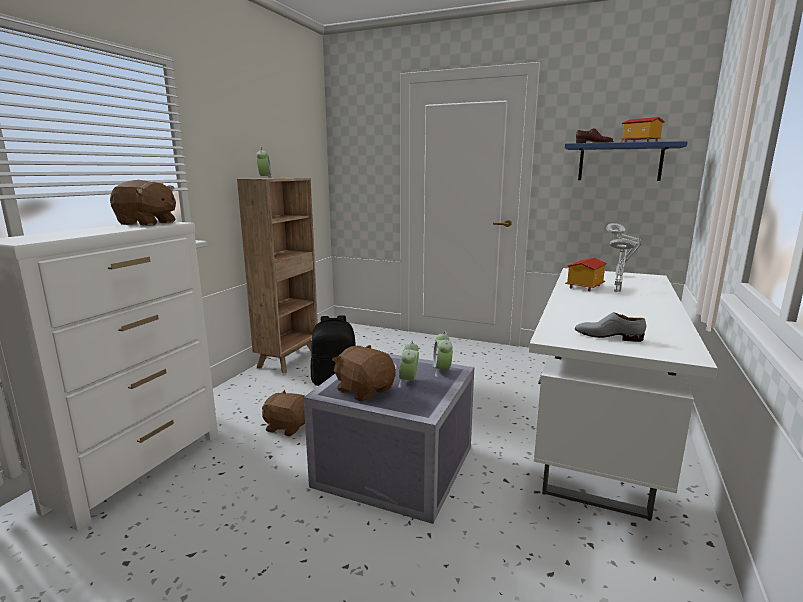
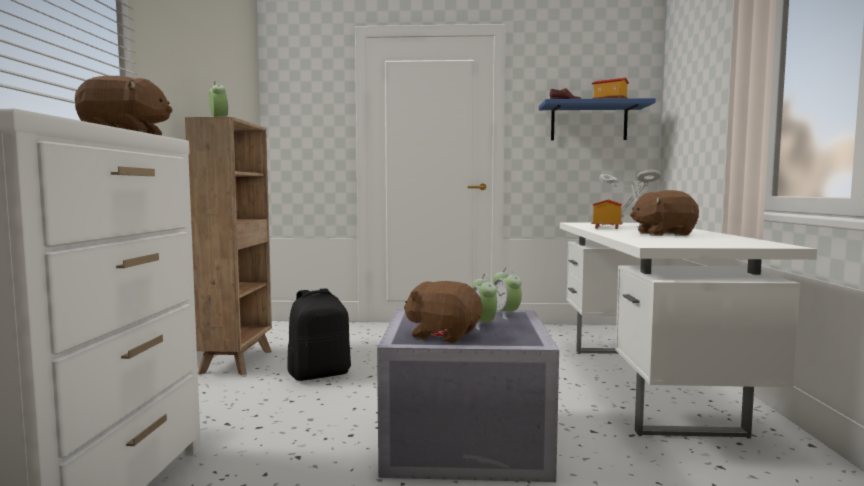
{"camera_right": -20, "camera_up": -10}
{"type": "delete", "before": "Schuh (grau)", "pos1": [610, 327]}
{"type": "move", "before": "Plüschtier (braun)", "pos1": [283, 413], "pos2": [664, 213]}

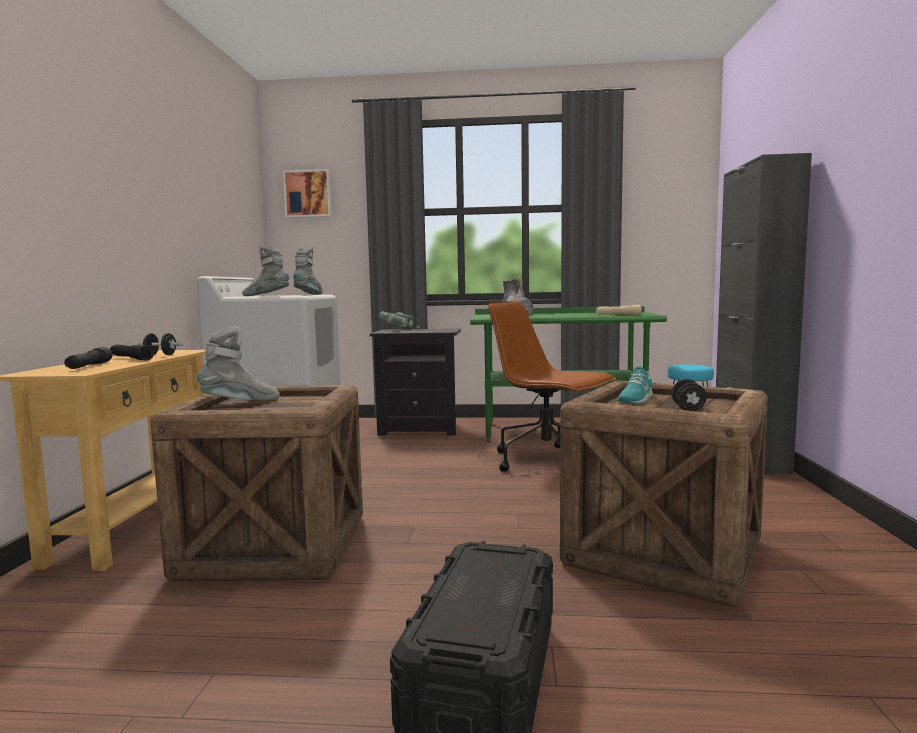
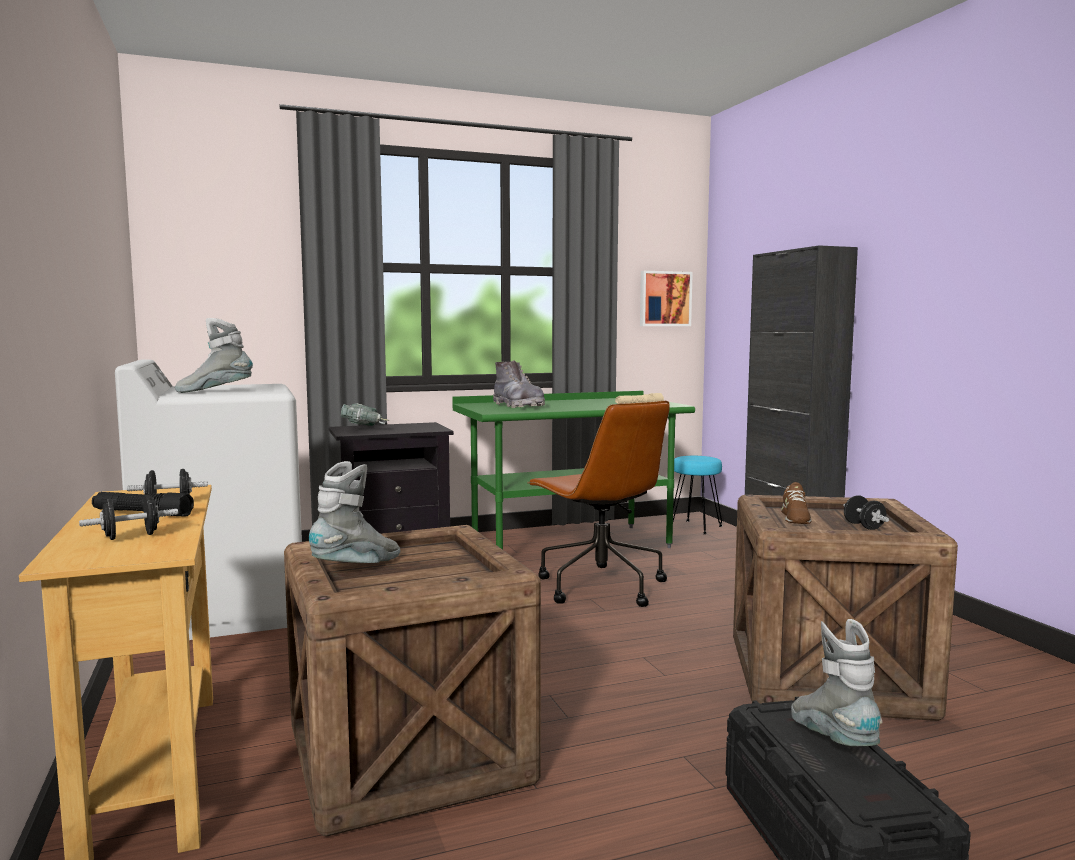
{"camera_right": -25, "camera_up": 0}
{"type": "move", "before": "Bild", "pos1": [307, 193], "pos2": [666, 298]}
{"type": "move", "before": "Stiefel (grau)", "pos1": [308, 271], "pos2": [836, 682]}
{"type": "replace", "before": "Taschenlampe (schwarz)", "after": "Hantel (schwarz)", "pos1": [88, 358], "pos2": [128, 517]}
{"type": "recolor", "before": "Schuh (türkis)", "after": "Schuh (braun)", "pos1": [635, 385], "pos2": [796, 503]}
{"type": "rotate", "before": "Bürostuhl (braun)", "pos1": [552, 386], "pos2": [598, 504], "turn": -135}

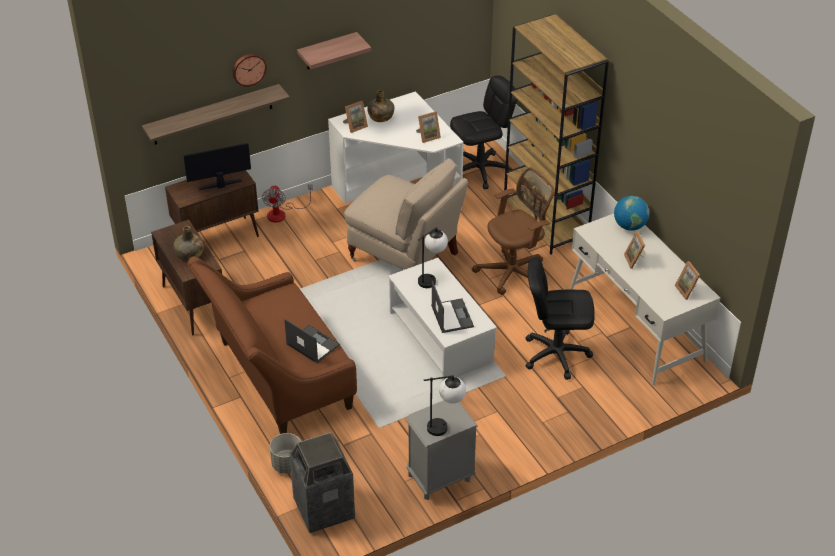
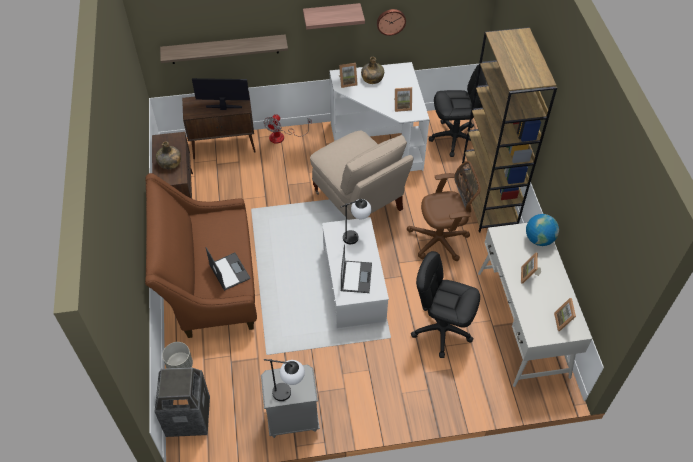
{"camera_right": 20, "camera_up": 10}
{"type": "move", "before": "Wanduhr", "pos1": [249, 70], "pos2": [391, 22]}

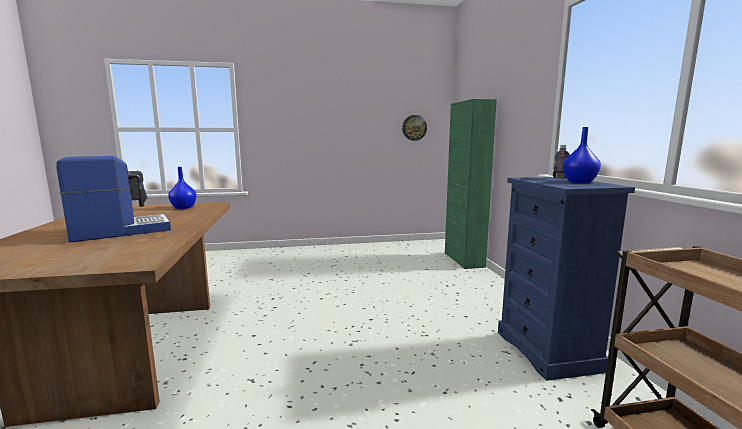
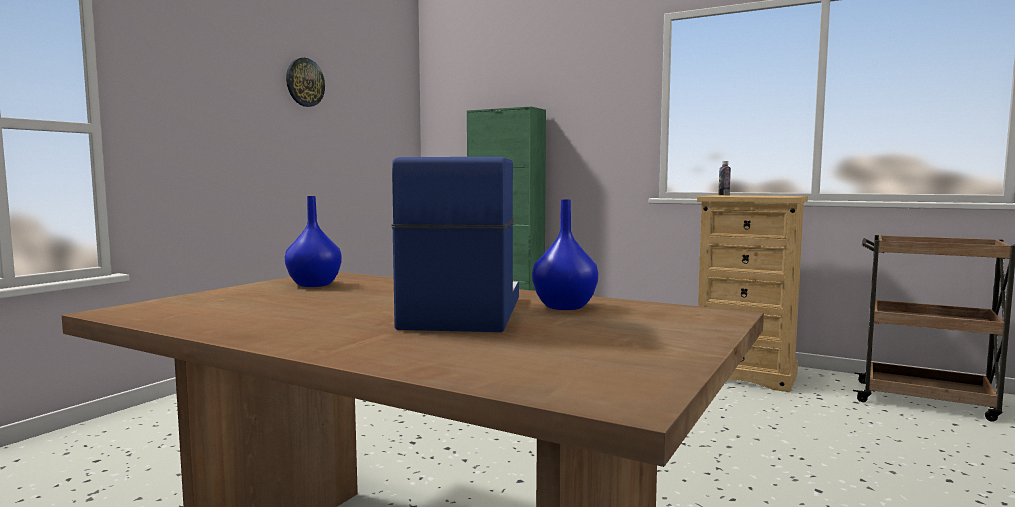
{"camera_right": -50, "camera_up": -5}
{"type": "move", "before": "Wanduhr", "pos1": [414, 128], "pos2": [305, 82]}
{"type": "move", "before": "Vase (blau)", "pos1": [582, 155], "pos2": [565, 254]}
{"type": "recolor", "before": "Kommode (blau)", "after": "Kommode (beige)", "pos1": [566, 279], "pos2": [752, 293]}

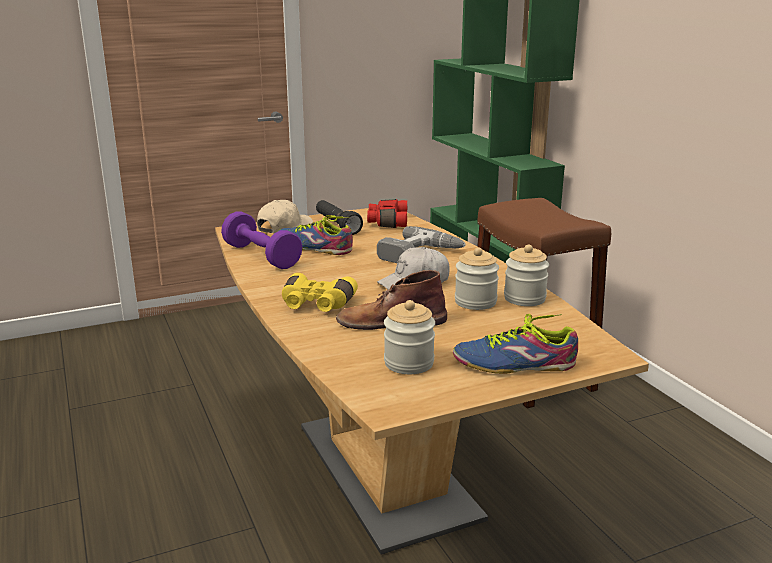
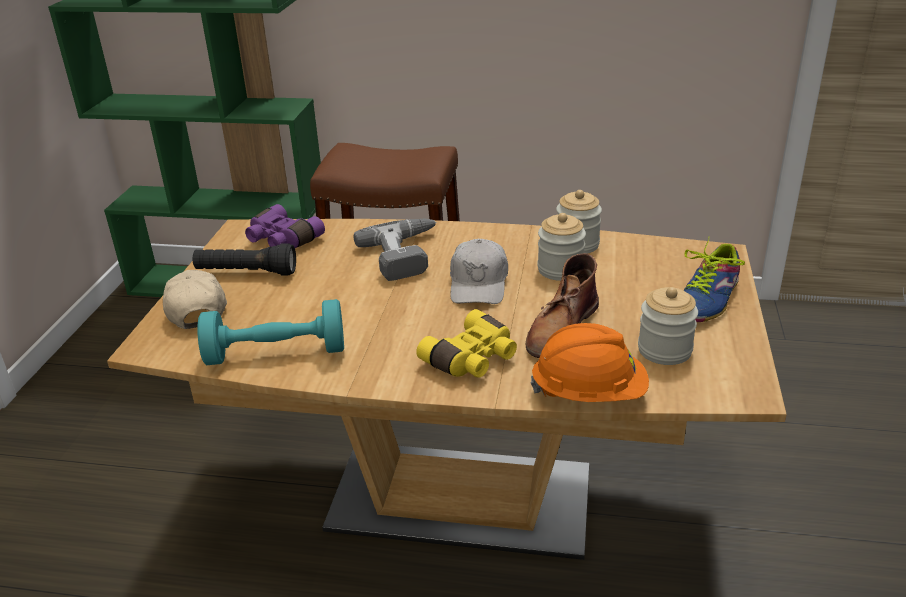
{"camera_right": -55, "camera_up": 10}
{"type": "delete", "before": "Schuh", "pos1": [315, 235]}
{"type": "insert", "after": "Schutzhelm (orange)", "pos2": [589, 362]}
{"type": "recolor", "before": "Hantel (lila)", "after": "Hantel (türkis)", "pos1": [261, 240], "pos2": [270, 332]}
{"type": "recolor", "before": "Fernglas (rot)", "after": "Fernglas (lila)", "pos1": [387, 213], "pos2": [285, 226]}

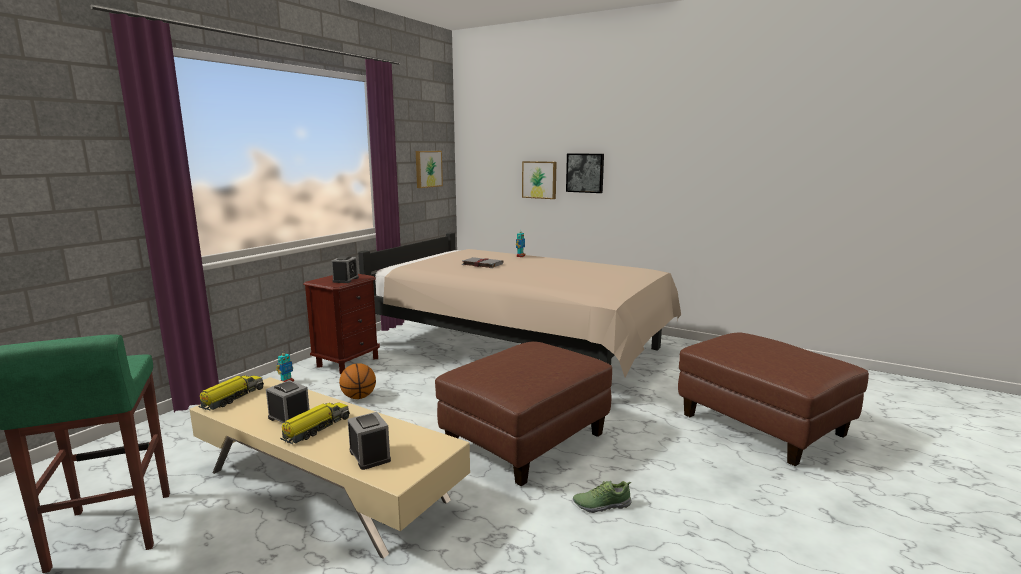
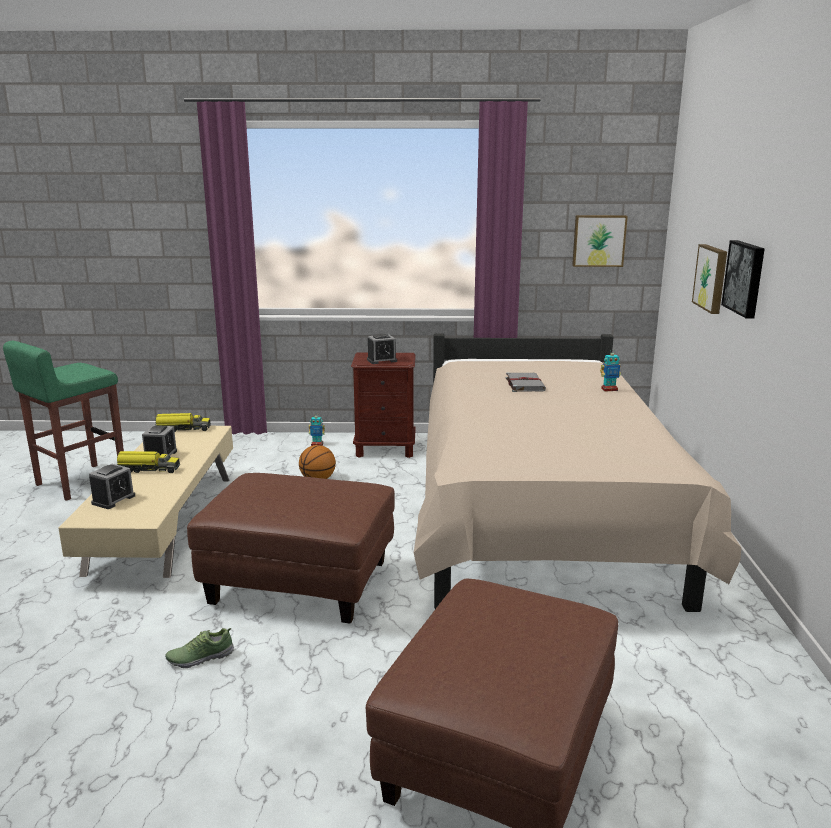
{"camera_right": 60, "camera_up": 5}
{"type": "rotate", "before": "Schuh", "pos1": [602, 497], "pos2": [199, 648], "turn": -75}

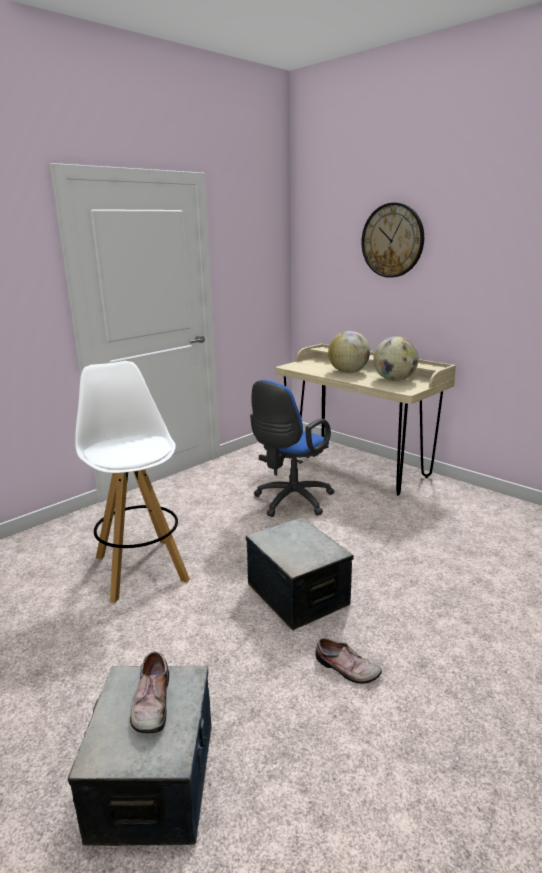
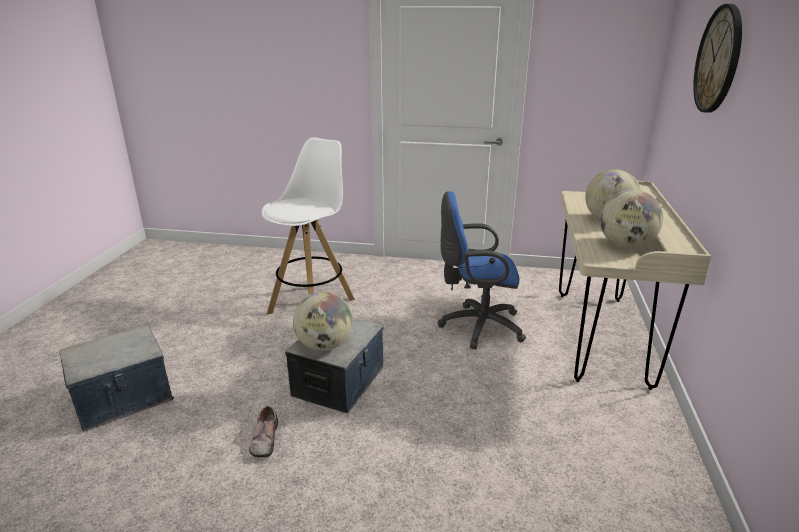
{"camera_right": 55, "camera_up": 5}
{"type": "delete", "before": "Schuh", "pos1": [149, 692]}
{"type": "insert", "after": "Globus", "pos2": [322, 321]}

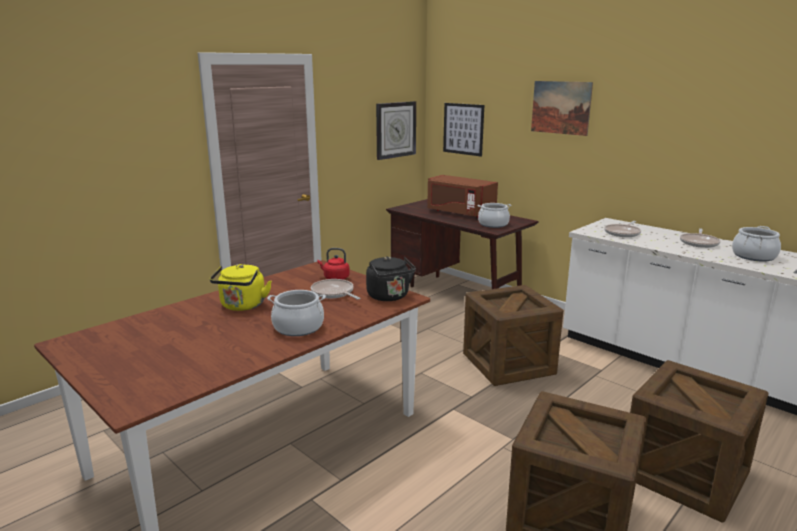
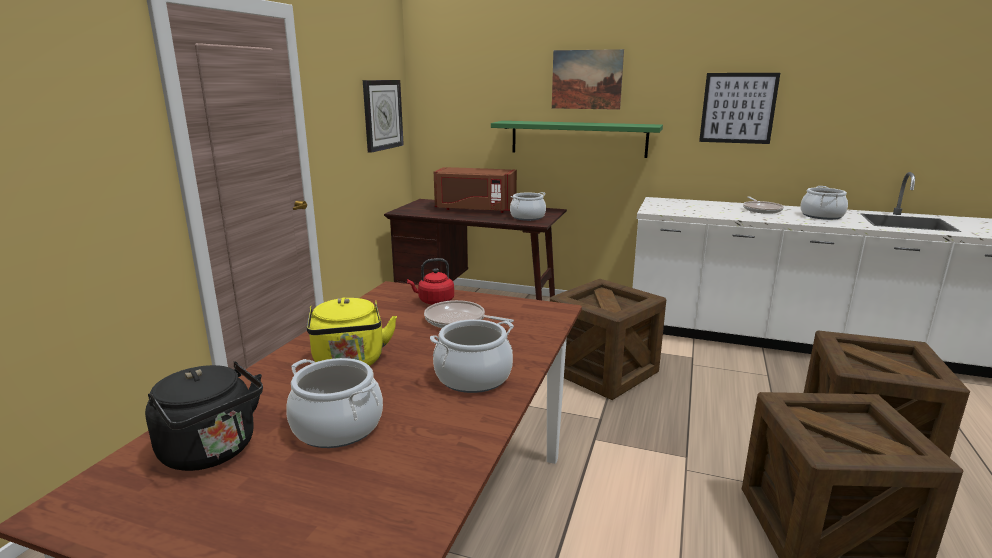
{"camera_right": -25, "camera_up": 0}
{"type": "delete", "before": "Pfanne", "pos1": [622, 229]}
{"type": "insert", "after": "Kochtopf", "pos2": [334, 403]}
{"type": "insert", "after": "Wandregal (grün)", "pos2": [577, 139]}
{"type": "move", "before": "Wasserkessel (schwarz)", "pos1": [391, 278], "pos2": [204, 416]}
{"type": "move", "before": "Bild", "pos1": [463, 130], "pos2": [739, 108]}

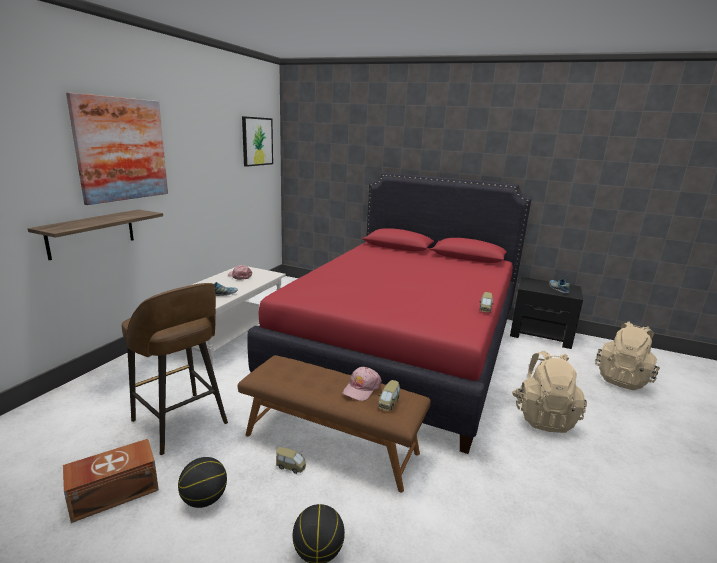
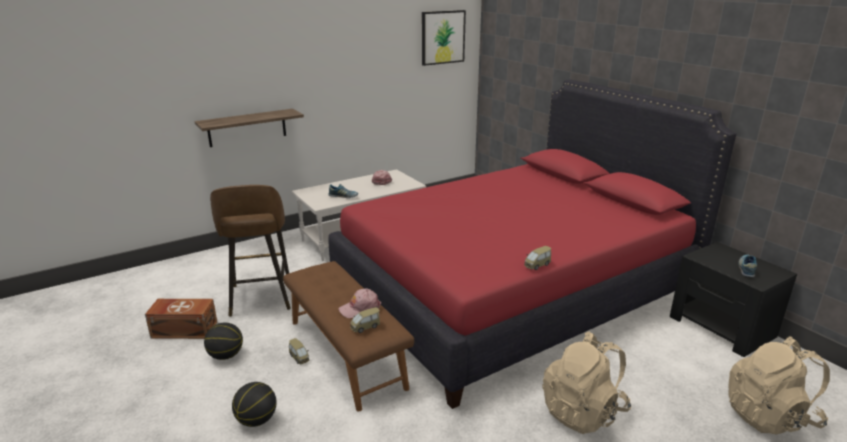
{"camera_right": 35, "camera_up": 5}
{"type": "delete", "before": "Bild", "pos1": [117, 149]}

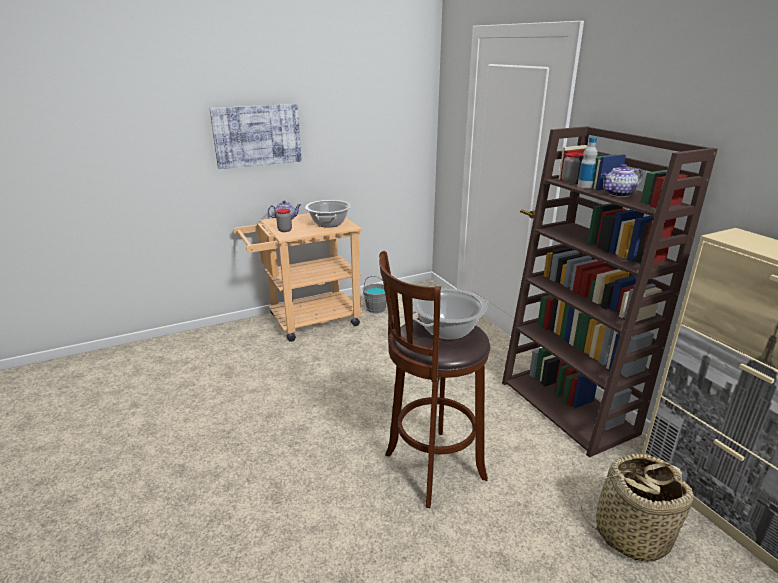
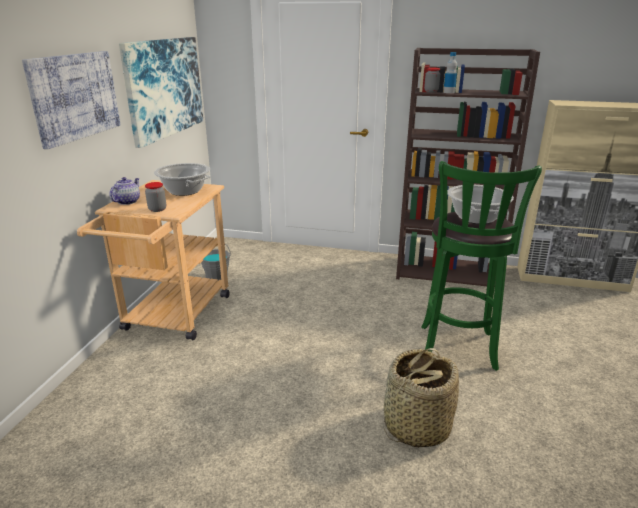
{"camera_right": -50, "camera_up": 0}
{"type": "delete", "before": "Teekanne", "pos1": [622, 180]}
{"type": "insert", "after": "Bild", "pos2": [161, 92]}
{"type": "move", "before": "Korb", "pos1": [637, 508], "pos2": [421, 398]}
{"type": "recolor", "before": "Hocker (braun)", "after": "Hocker (grün)", "pos1": [434, 379], "pos2": [481, 266]}

